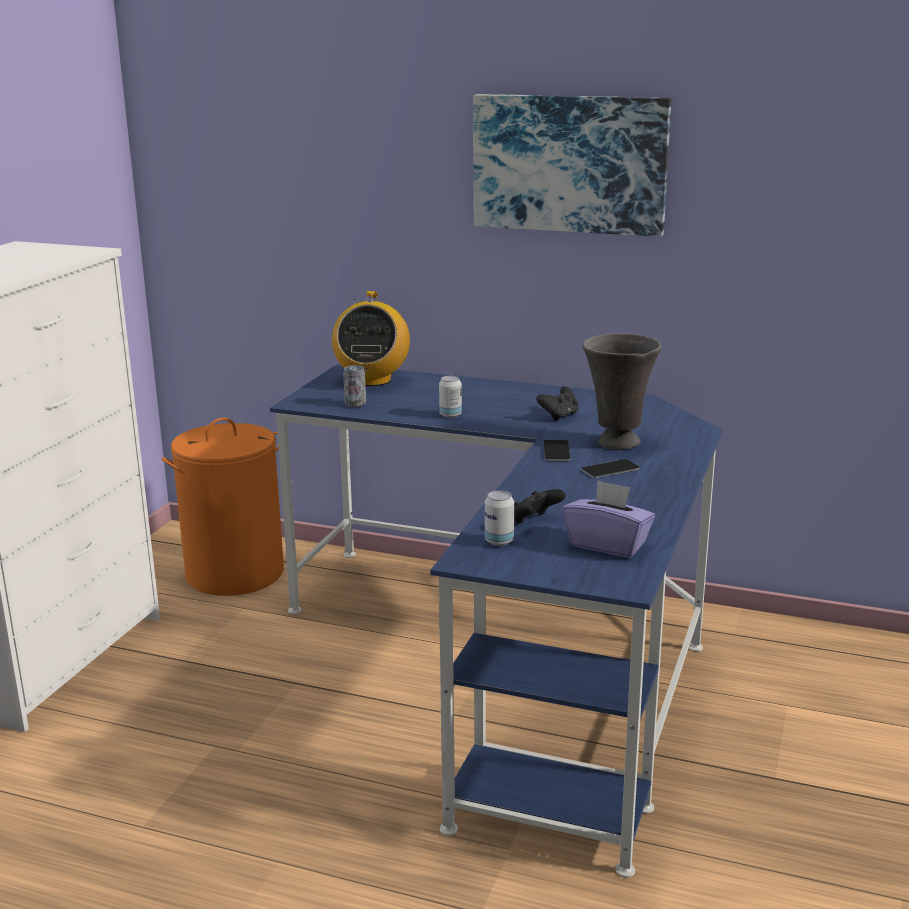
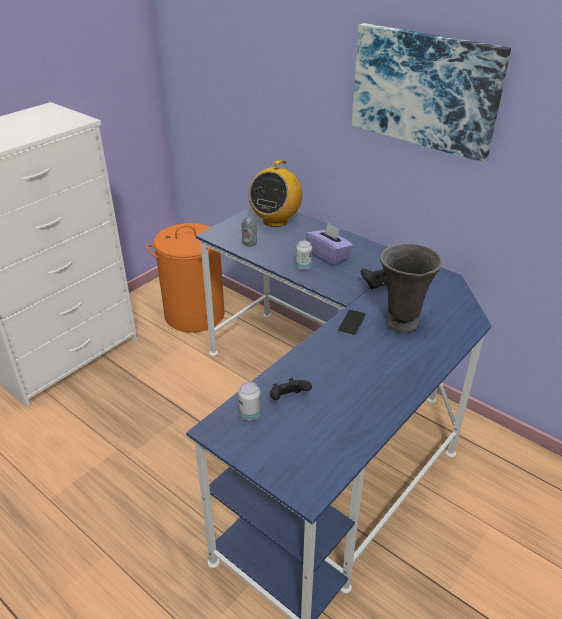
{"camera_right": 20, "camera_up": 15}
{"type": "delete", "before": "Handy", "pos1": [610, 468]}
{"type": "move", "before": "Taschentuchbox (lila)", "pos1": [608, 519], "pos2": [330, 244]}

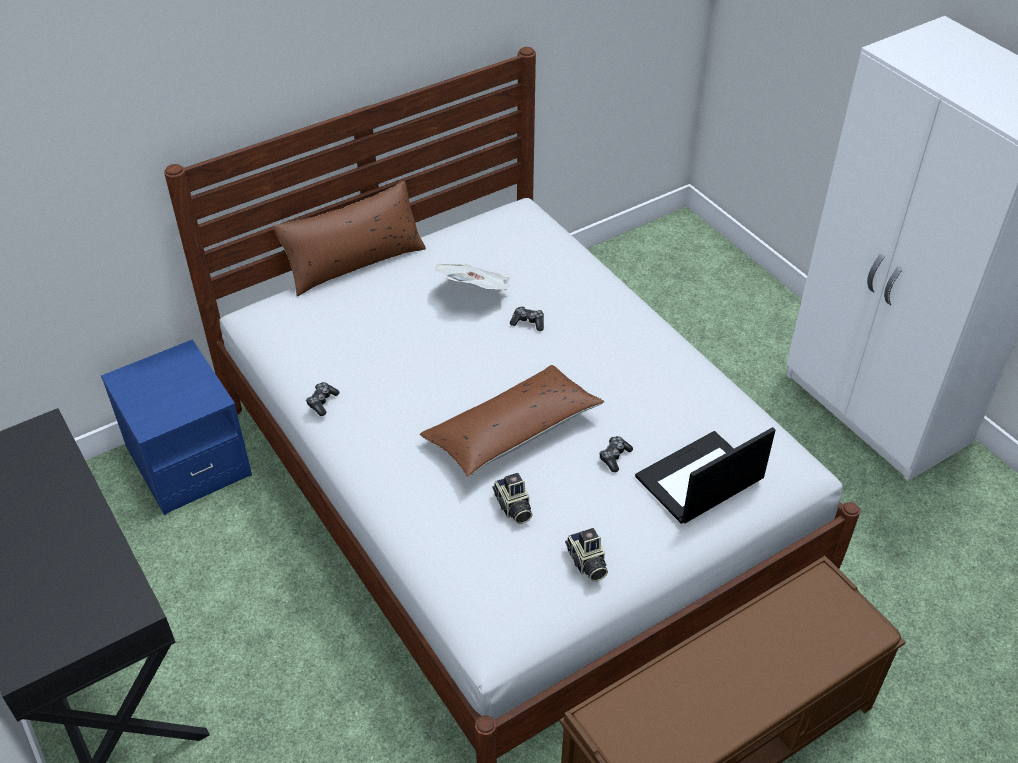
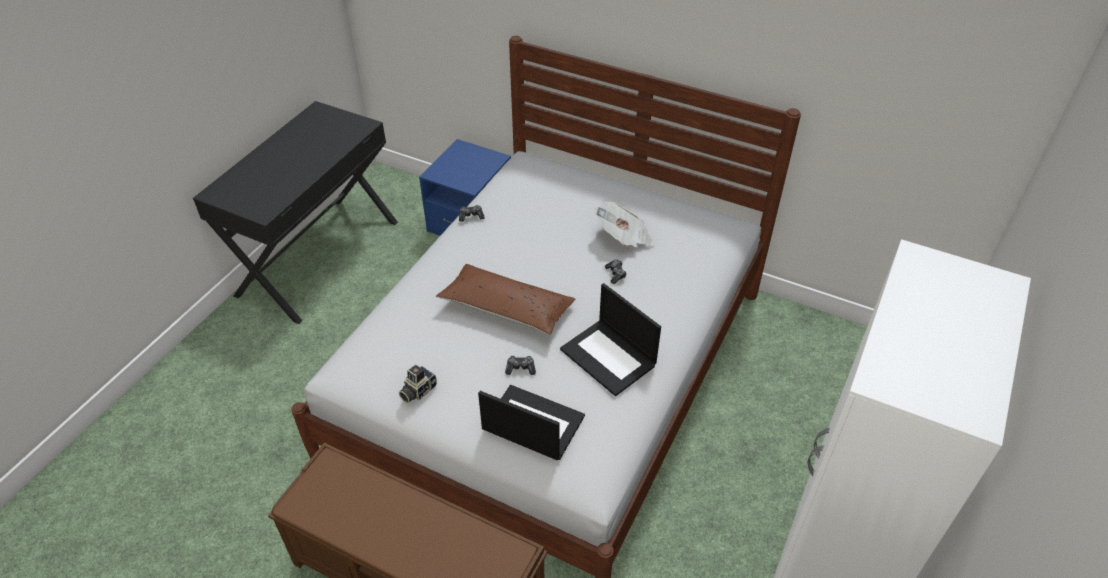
{"camera_right": 60, "camera_up": 0}
{"type": "delete", "before": "Kissen (braun)", "pos1": [349, 238]}
{"type": "delete", "before": "Kamera", "pos1": [512, 498]}
{"type": "insert", "after": "Laptop", "pos2": [610, 339]}

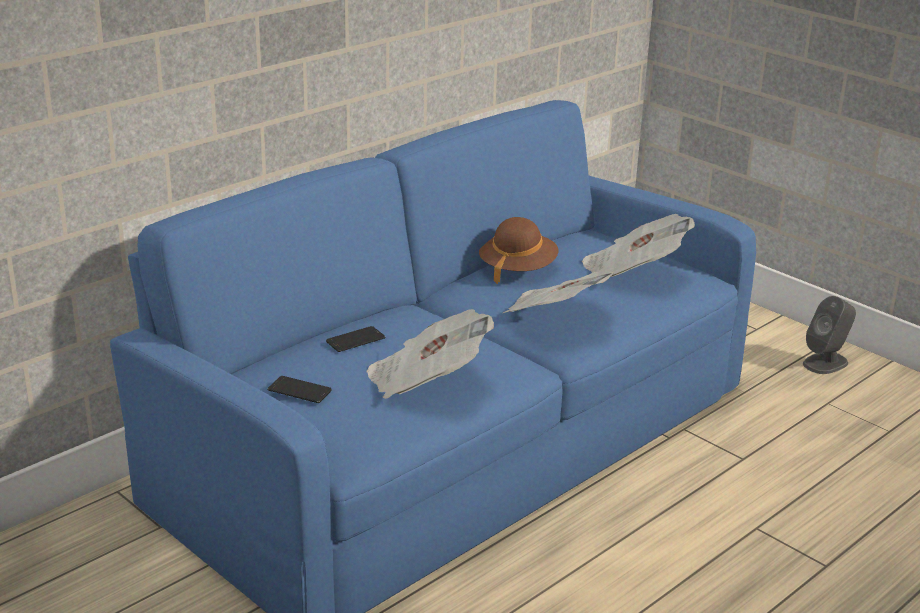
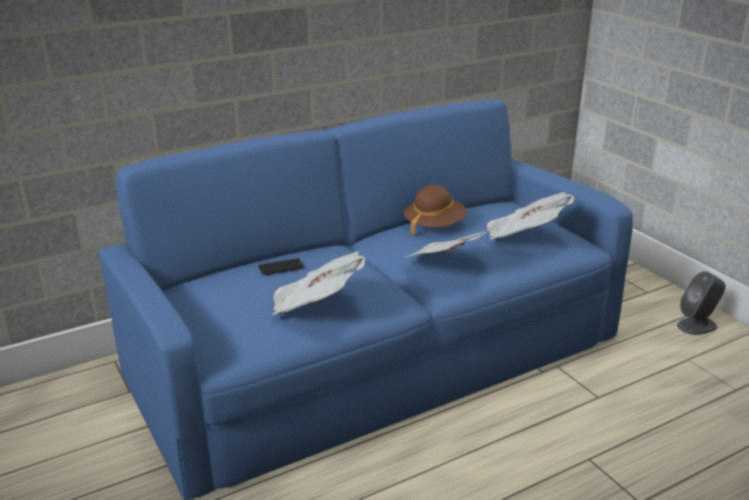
{"camera_right": 15, "camera_up": 0}
{"type": "delete", "before": "Handy", "pos1": [300, 389]}

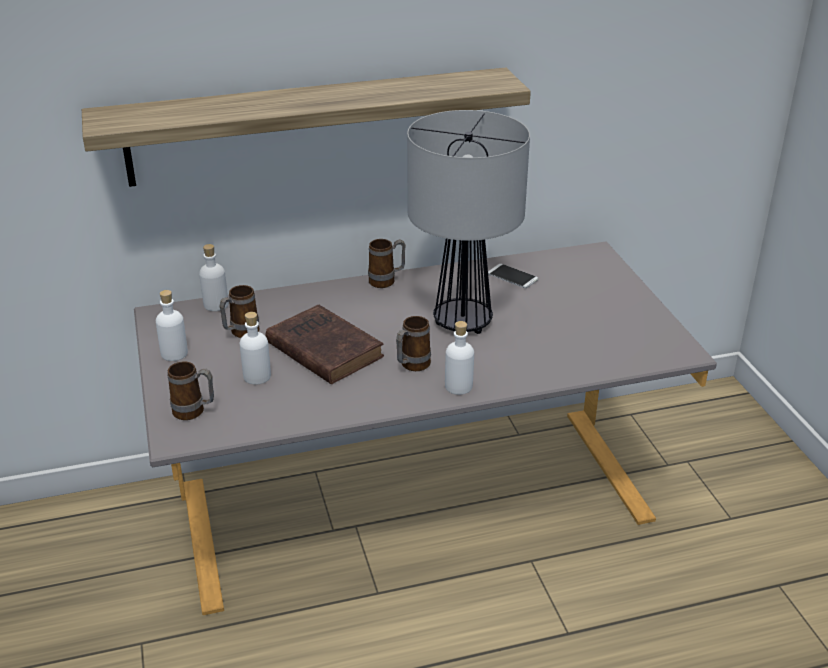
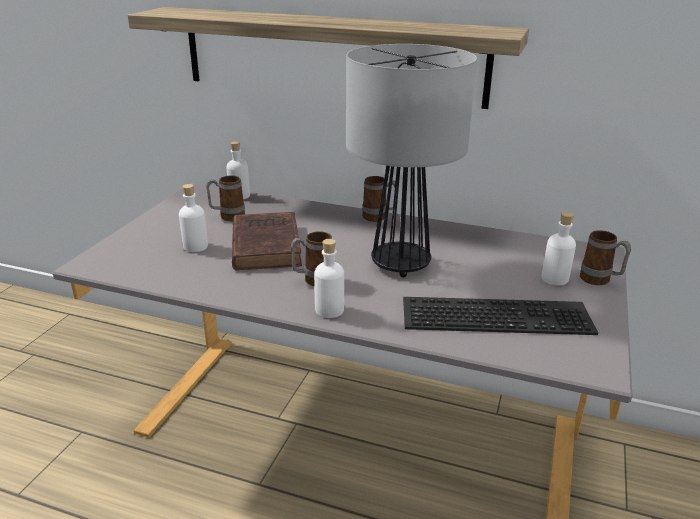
{"camera_right": 35, "camera_up": -5}
{"type": "delete", "before": "Handy", "pos1": [513, 276]}
{"type": "insert", "after": "Tastatur", "pos2": [500, 316]}
{"type": "move", "before": "Flasche (weiß)", "pos1": [172, 325], "pos2": [558, 248]}
{"type": "move", "before": "Henkelbecher", "pos1": [190, 391], "pos2": [605, 257]}

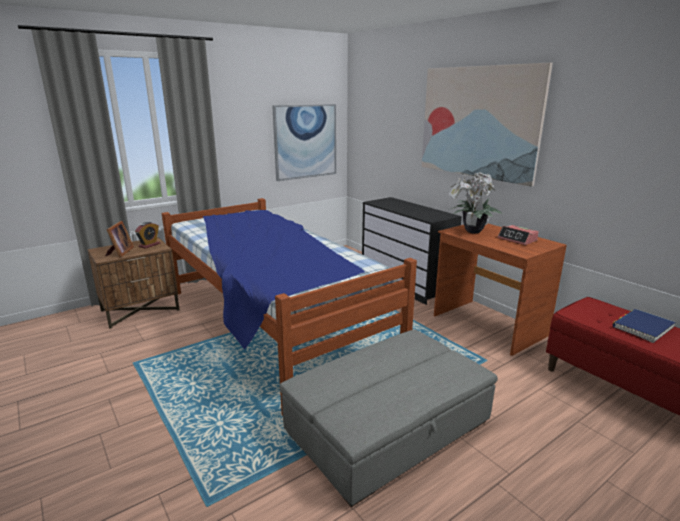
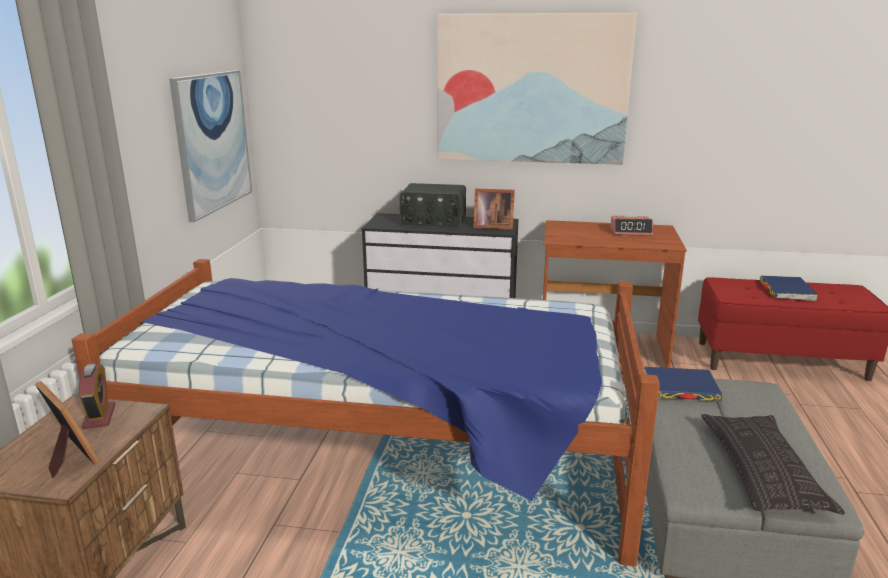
{"camera_right": -45, "camera_up": 0}
{"type": "delete", "before": "Topfpflanze", "pos1": [476, 203]}
{"type": "insert", "after": "Radio", "pos2": [433, 205]}
{"type": "insert", "after": "Bilderrahmen", "pos2": [494, 209]}
{"type": "insert", "after": "Buch (blau)", "pos2": [683, 384]}
{"type": "insert", "after": "Kissen", "pos2": [773, 464]}

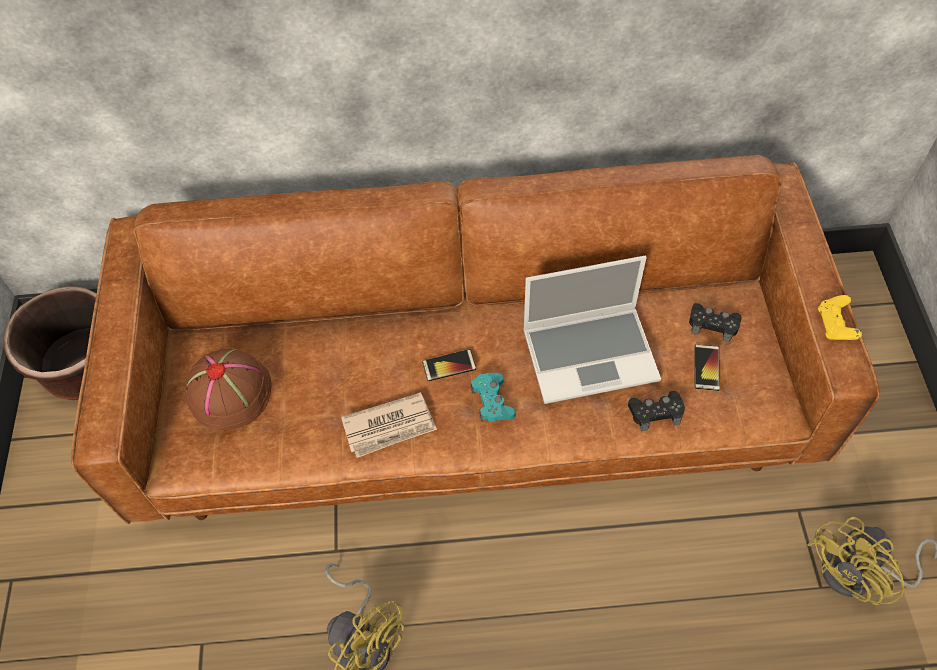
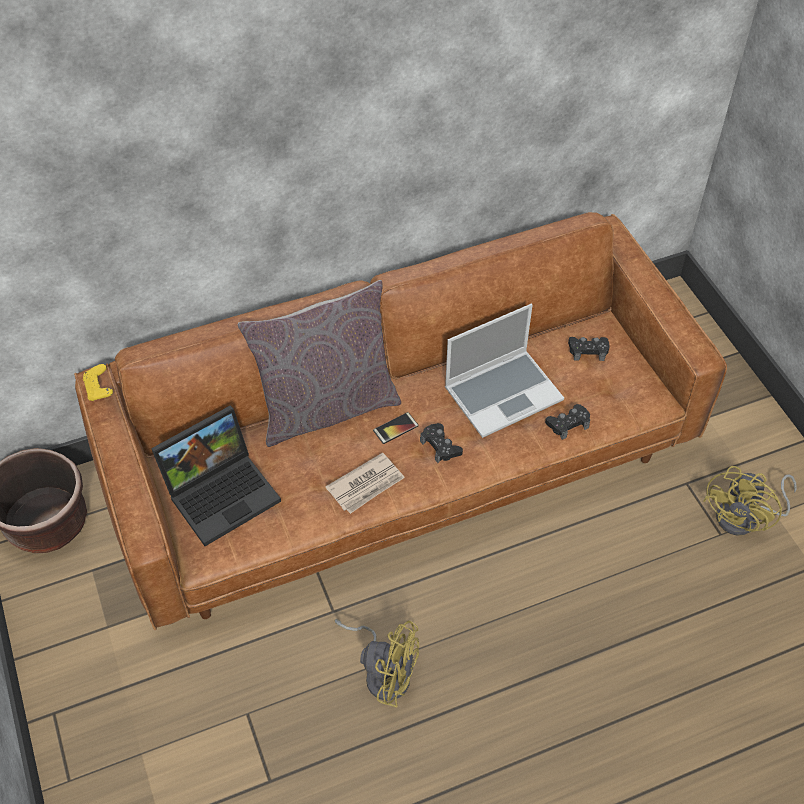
{"camera_right": -20, "camera_up": -5}
{"type": "delete", "before": "Handy", "pos1": [707, 367]}
{"type": "insert", "after": "Kissen (grau)", "pos2": [319, 363]}
{"type": "move", "before": "Gamepad (gelb)", "pos1": [840, 317], "pos2": [98, 382]}
{"type": "replace", "before": "Hut (braun)", "after": "Laptop", "pos1": [228, 389], "pos2": [216, 476]}
{"type": "recolor", "before": "Gamepad (türkis)", "after": "Gamepad (schwarz)", "pos1": [493, 397], "pos2": [441, 443]}

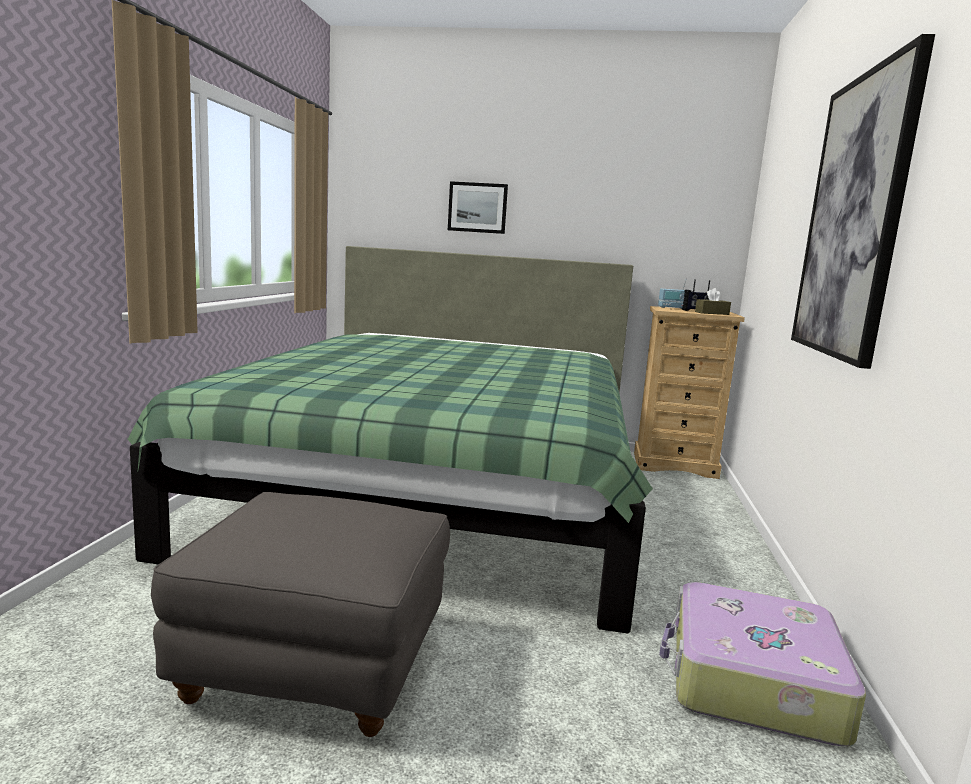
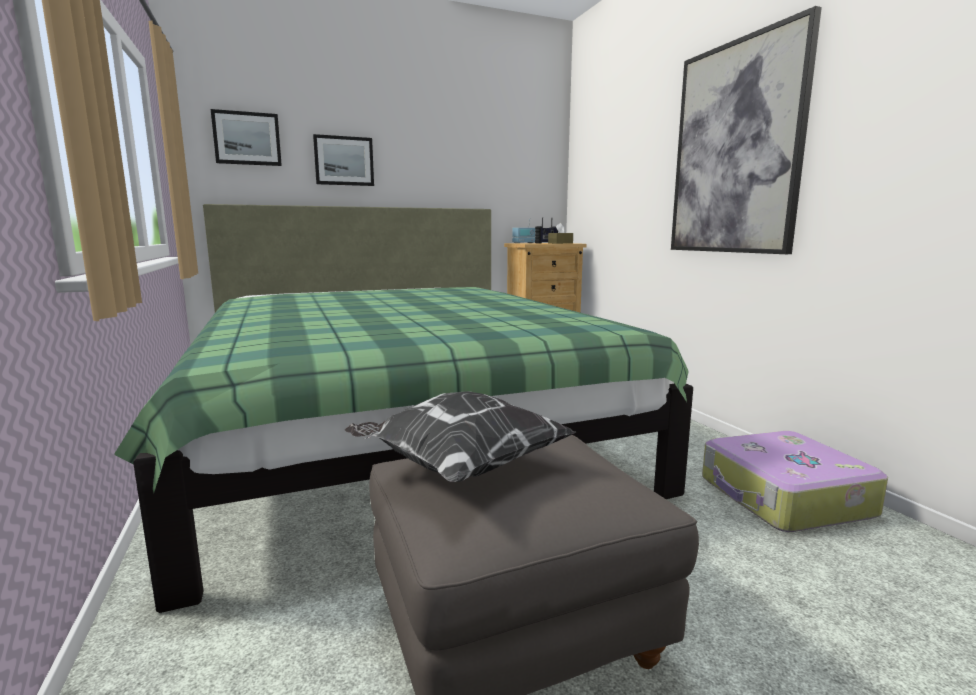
{"camera_right": -30, "camera_up": 0}
{"type": "insert", "after": "Bild", "pos2": [246, 137]}
{"type": "insert", "after": "Kissen", "pos2": [460, 436]}

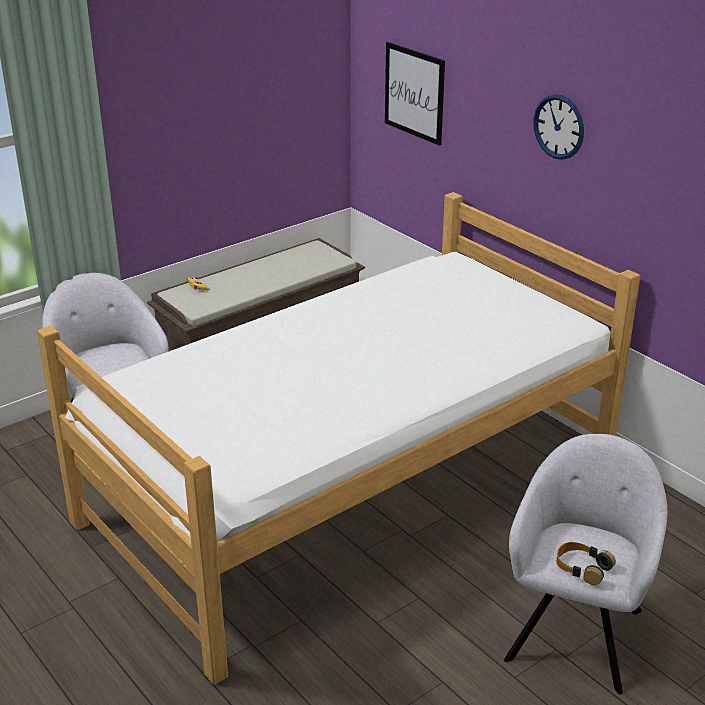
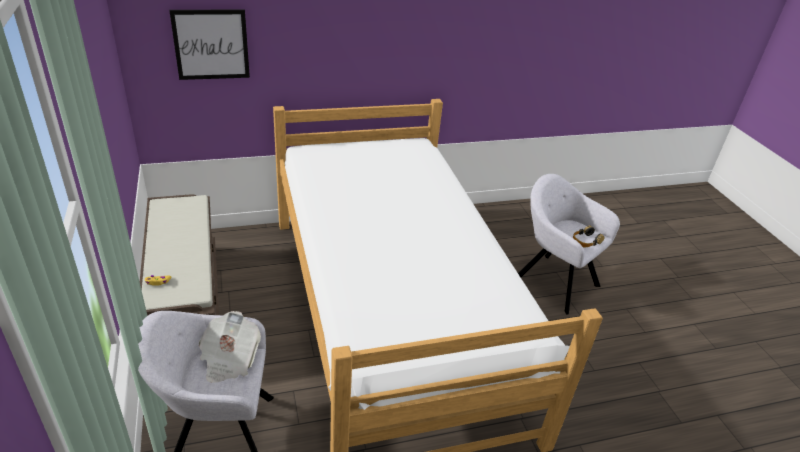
{"camera_right": -70, "camera_up": 5}
{"type": "delete", "before": "Wanduhr", "pos1": [558, 127]}
{"type": "insert", "after": "Zeitung", "pos2": [230, 347]}

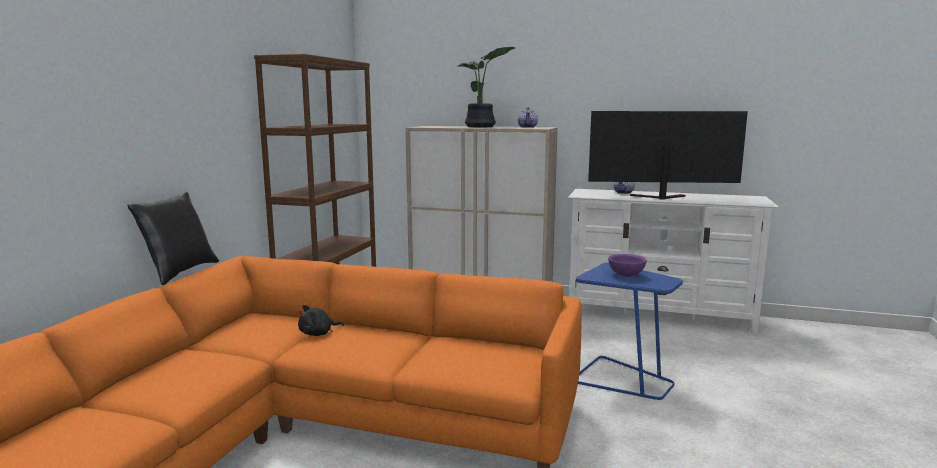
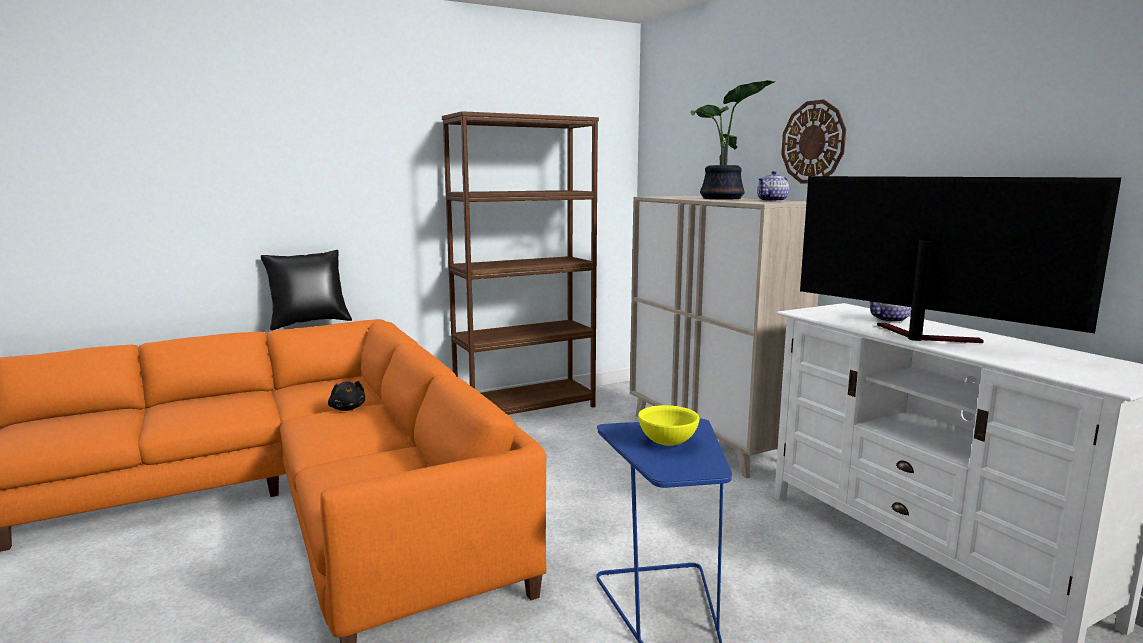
{"camera_right": 45, "camera_up": 0}
{"type": "insert", "after": "Wanduhr", "pos2": [813, 141]}
{"type": "recolor", "before": "Schüssel (lila)", "after": "Schüssel (gelb)", "pos1": [627, 265], "pos2": [669, 425]}
{"type": "rotate", "before": "Plüschtier (schwarz)", "pos1": [321, 320], "pos2": [346, 396], "turn": -135}

